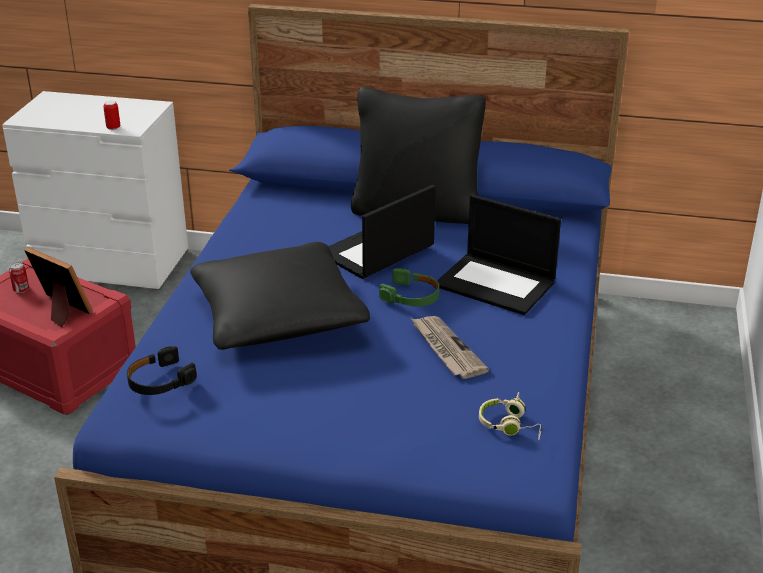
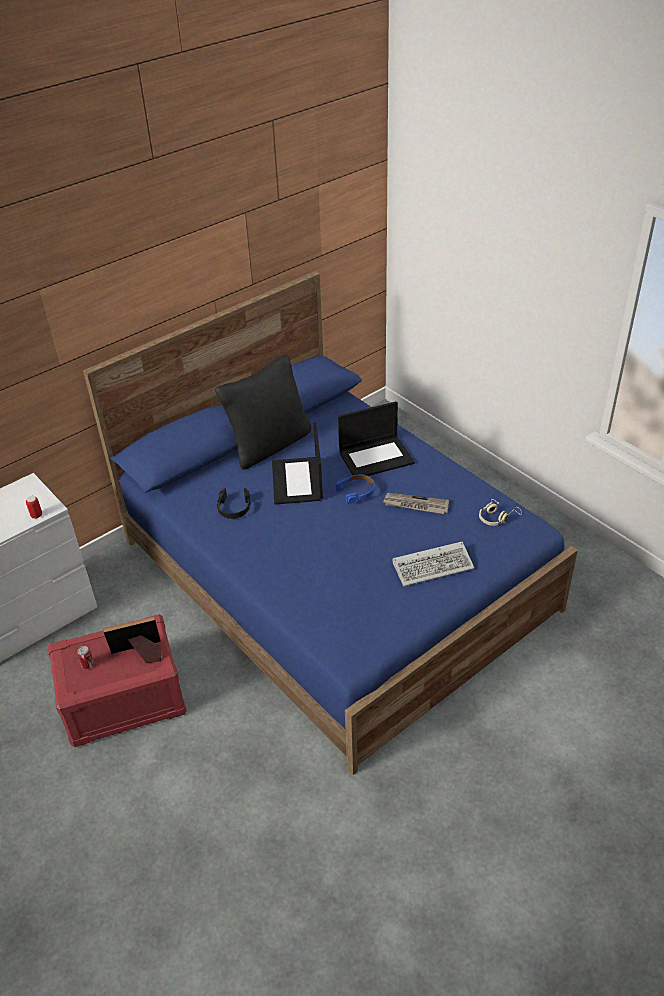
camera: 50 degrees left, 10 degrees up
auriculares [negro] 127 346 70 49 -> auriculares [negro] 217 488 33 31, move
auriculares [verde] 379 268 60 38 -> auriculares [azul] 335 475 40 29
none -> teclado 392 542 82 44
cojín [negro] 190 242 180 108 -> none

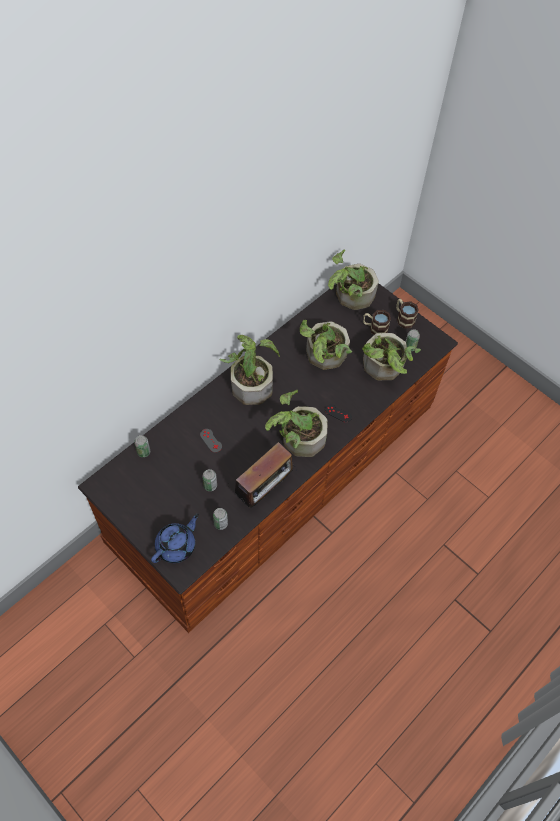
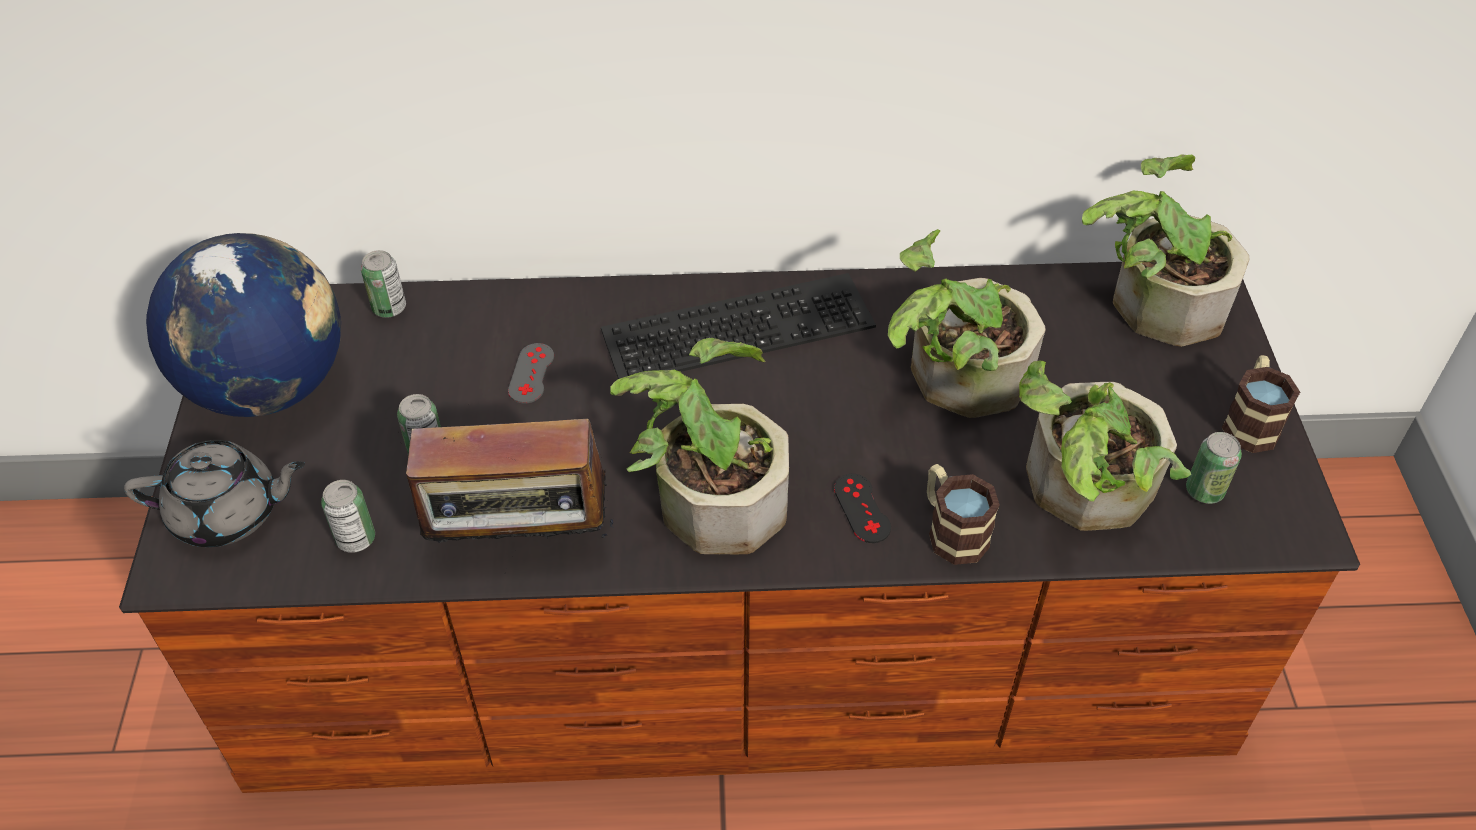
camera: 45 degrees right, 10 degrees down
tetera [azul] 151 514 48 49 -> tetera [gris] 124 440 181 107
none -> globo terráqueo 146 233 195 184
planta en maceta 219 335 61 70 -> teclado 601 273 275 106
taza grande 363 310 28 25 -> taza grande 927 464 73 101, move

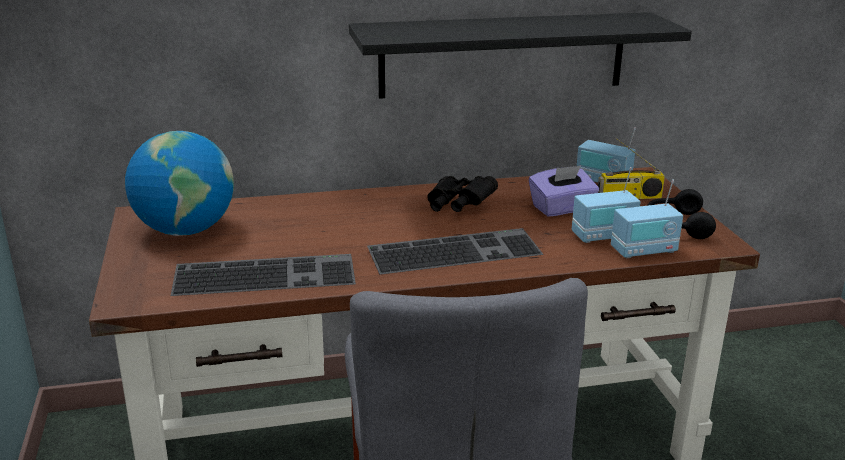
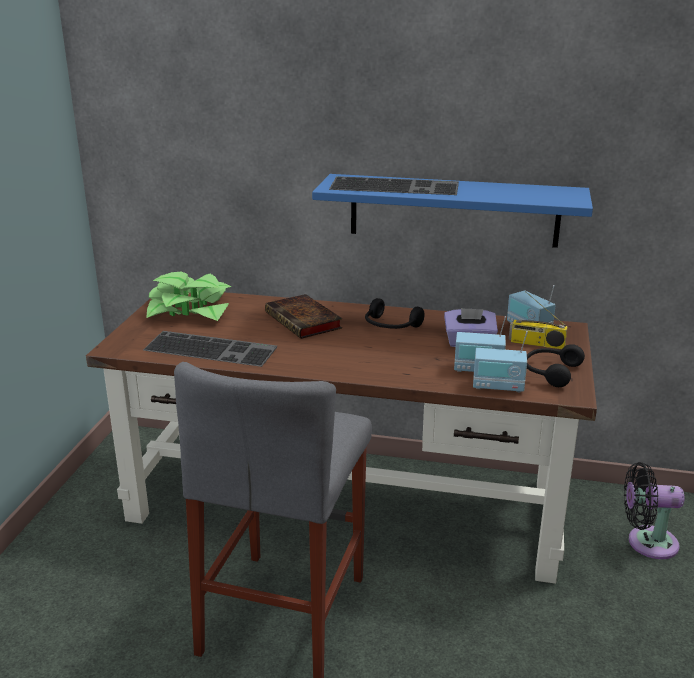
camera: 25 degrees right, 0 degrees up
globo terráqueo 125 131 109 105 -> planta en maceta 147 272 84 49
none -> libro 265 294 77 45
estante [negro] 349 12 343 87 -> estante [azul] 312 174 281 74
teclado 367 228 177 47 -> teclado 329 176 130 19, move
prismáticos [negro] 427 176 71 36 -> auriculares [negro] 365 298 60 31
none -> ventilador [negro] 624 462 61 97

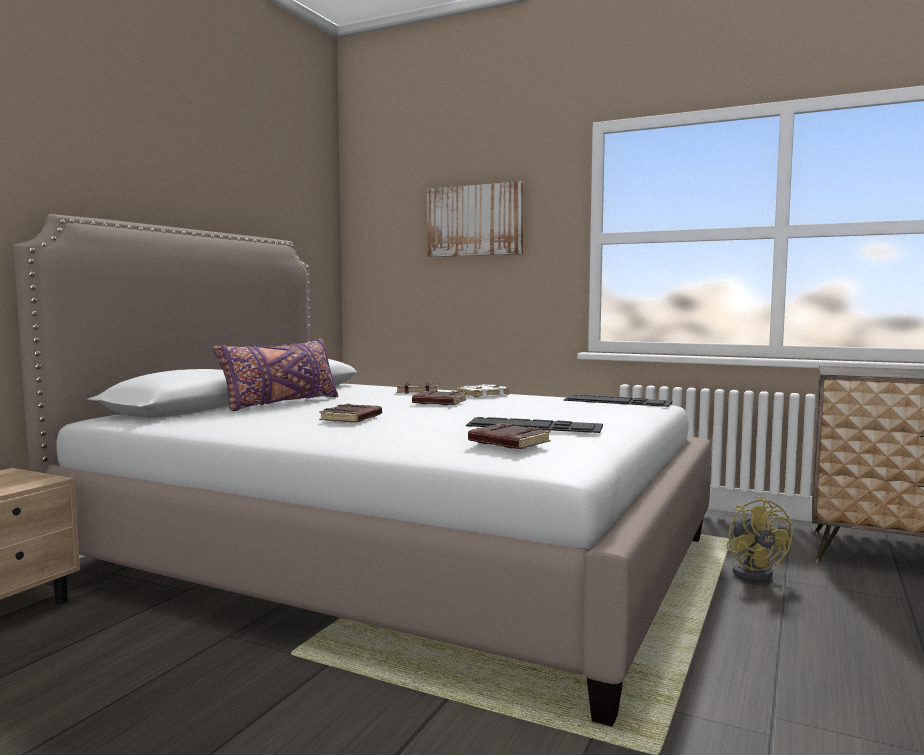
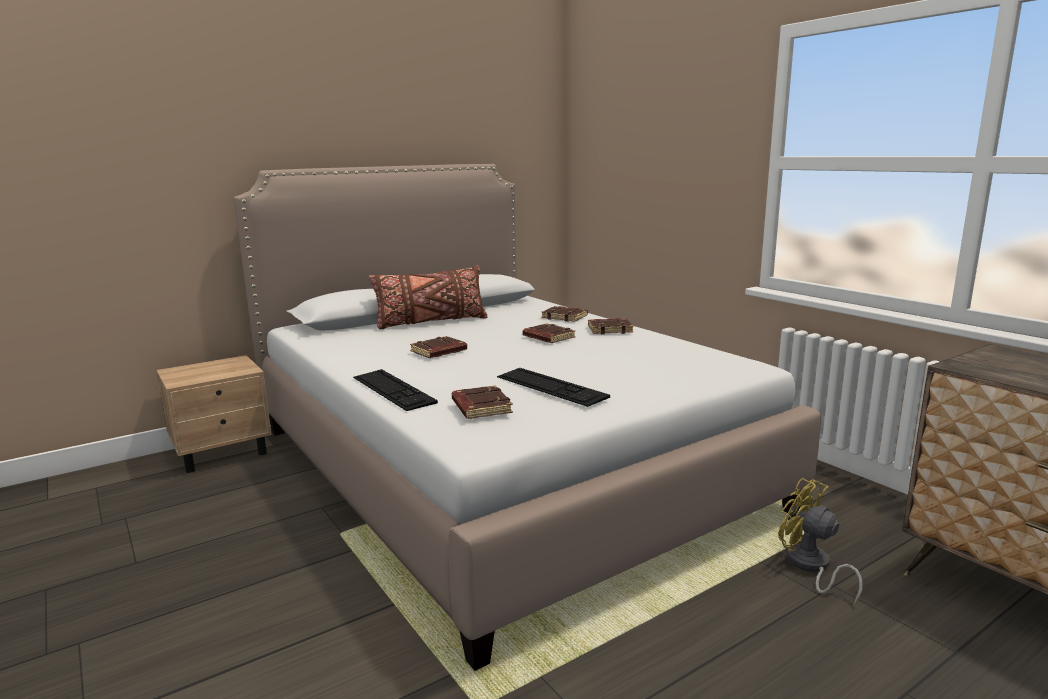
camera: 30 degrees right, 10 degrees up
teclado 563 394 109 13 -> teclado 353 369 85 42, move
cojín [morado] 213 339 125 72 -> cojín [marrón] 369 265 119 64
libro [blanco] 457 384 53 14 -> libro [marrón] 588 318 45 16
ventilador [amarillo] 726 496 66 86 -> ventilador [amarillo] 779 478 83 129, 120 degrees clockwise
cuadro 427 181 97 76 -> none

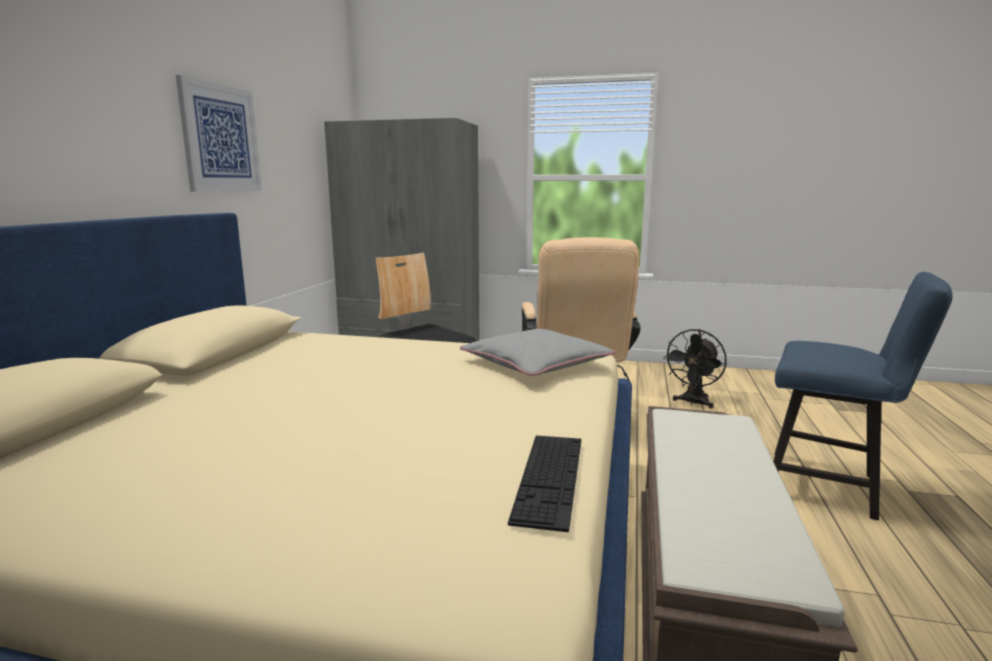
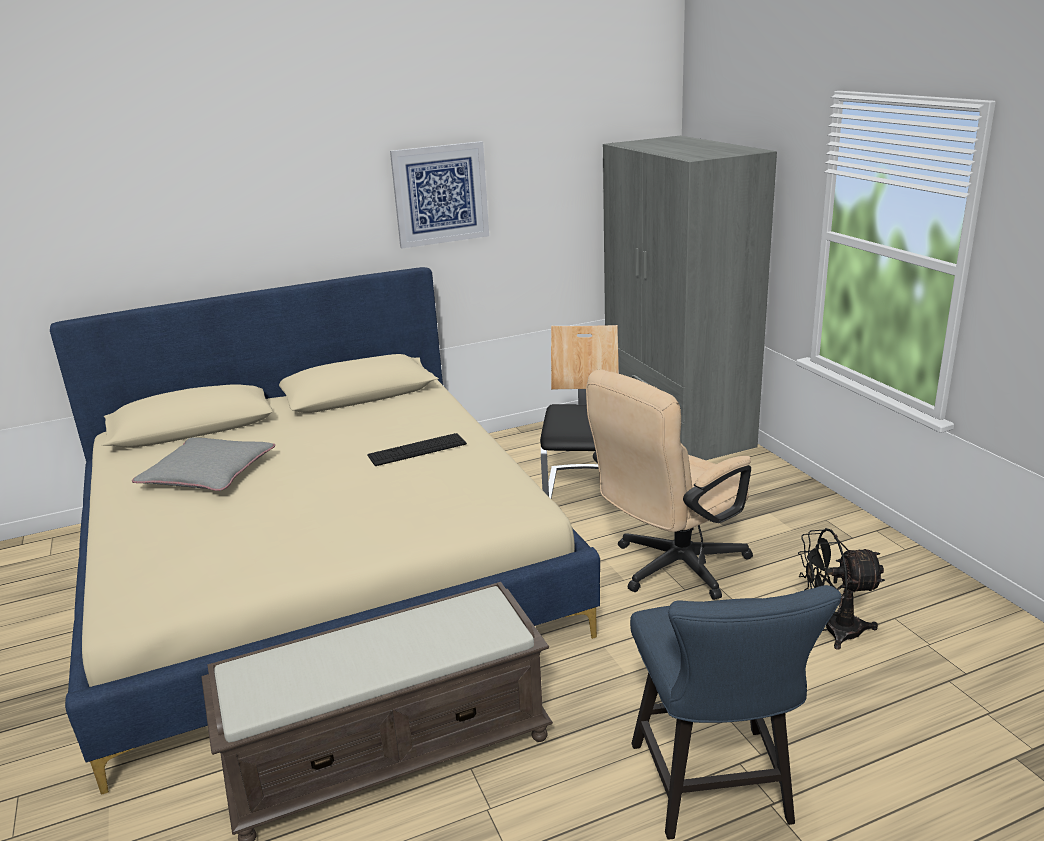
camera: 55 degrees right, 10 degrees up
cojín [gris] 460 329 155 47 -> cojín [gris] 132 437 143 54, move
teclado 508 435 73 97 -> teclado 367 433 100 33, move

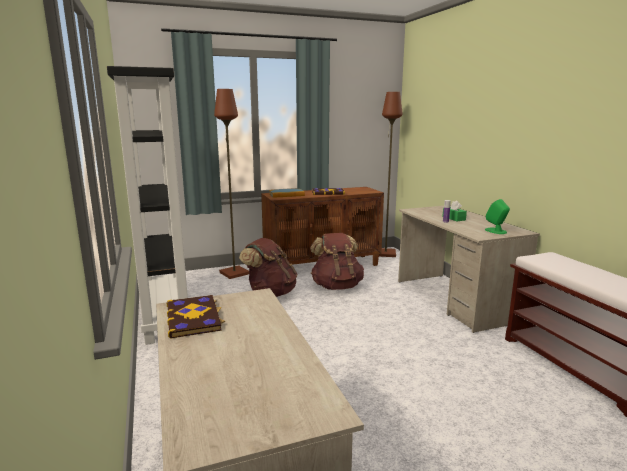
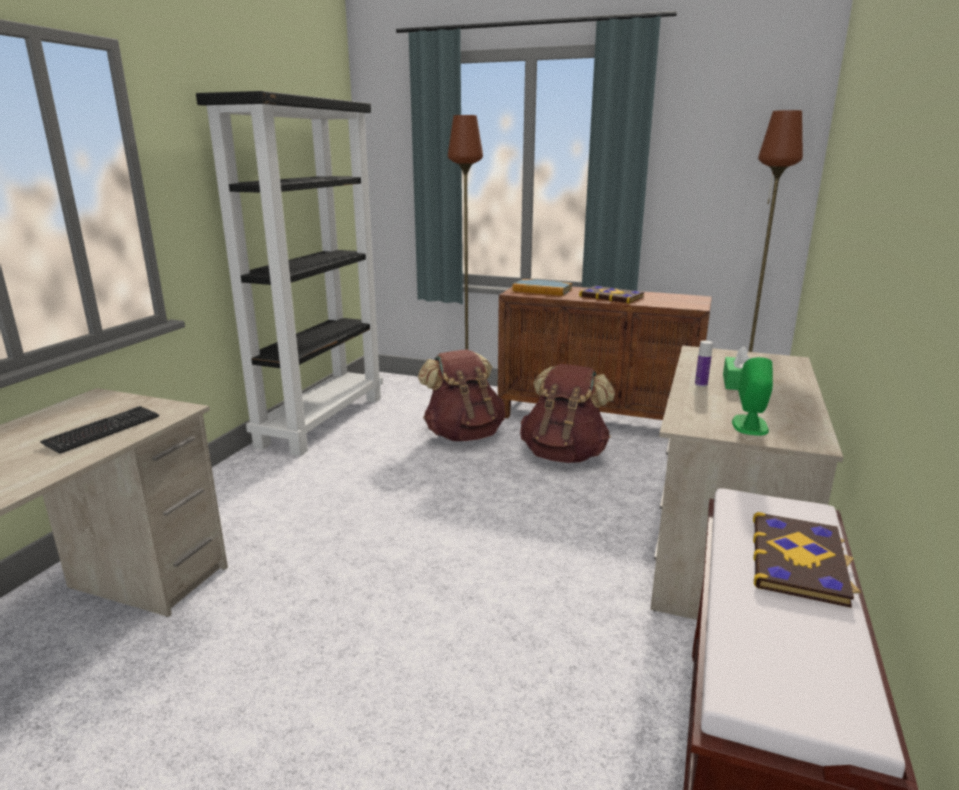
camera: 40 degrees right, 5 degrees up
none -> teclado 40 406 119 48
libro 167 295 58 44 -> libro 753 512 108 96, move

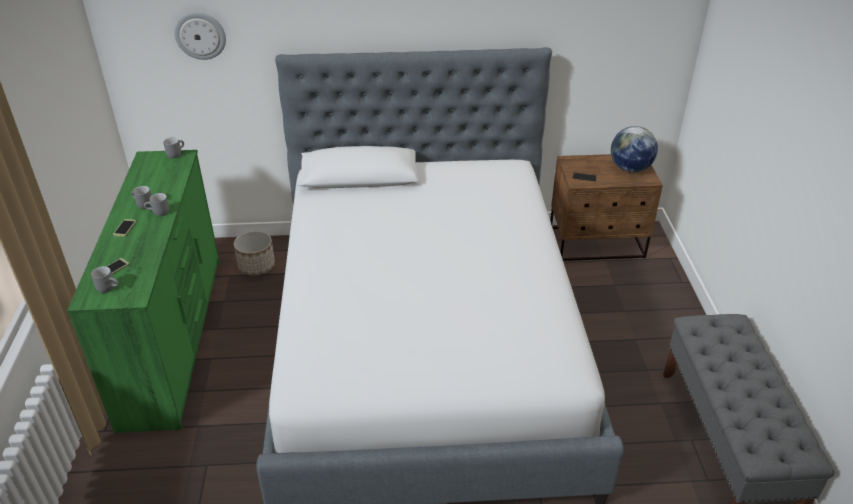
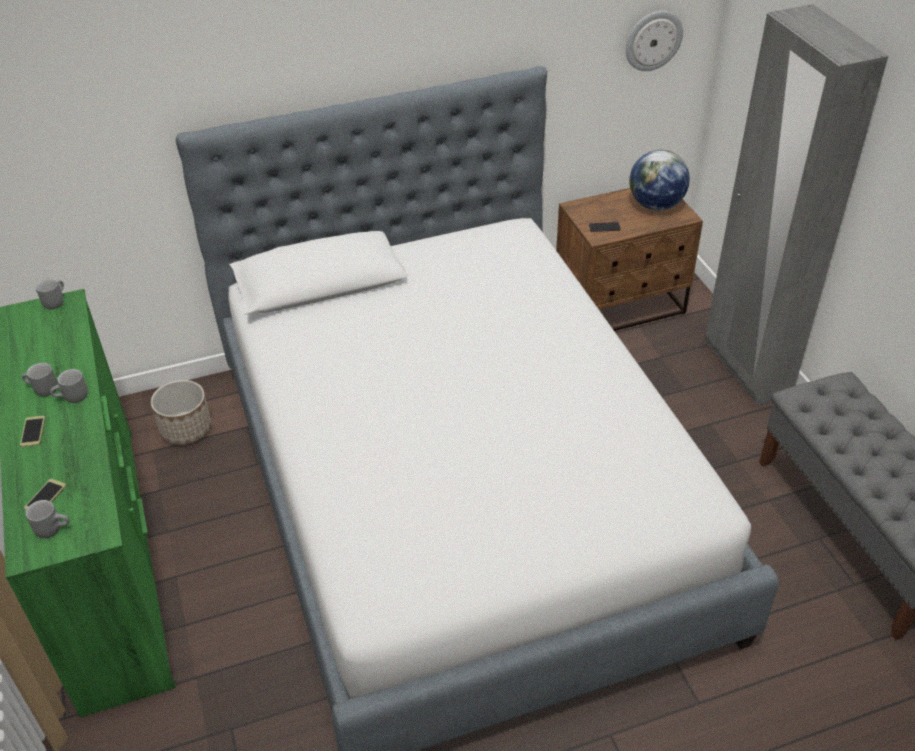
camera: 15 degrees left, 5 degrees up
reloj de pared 174 12 52 48 -> reloj de pared 626 11 57 60, move
none -> armario ropero [gris] 705 4 183 402

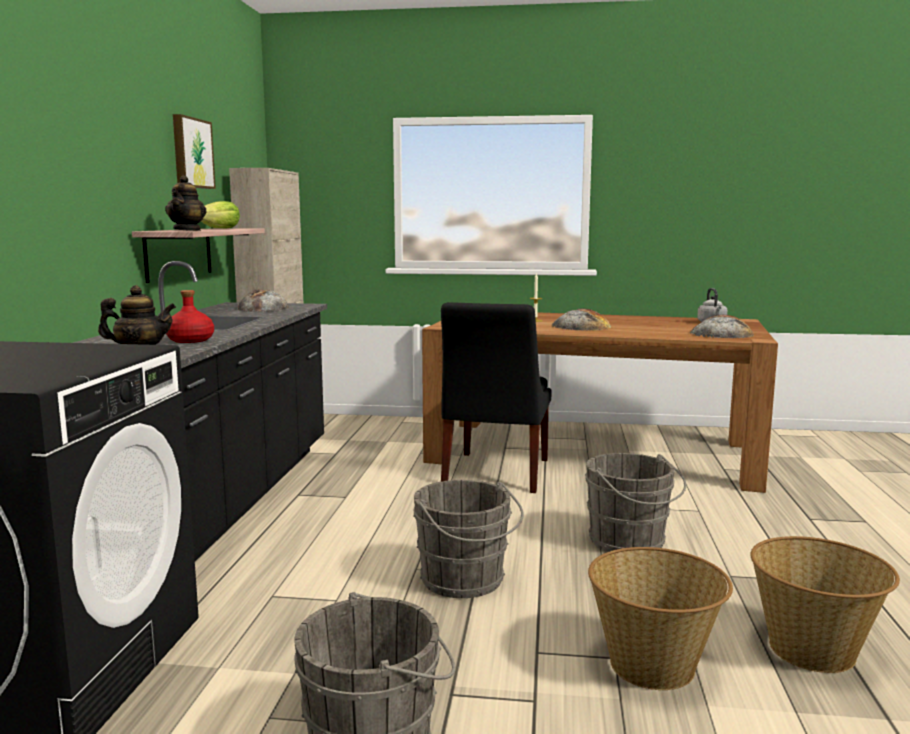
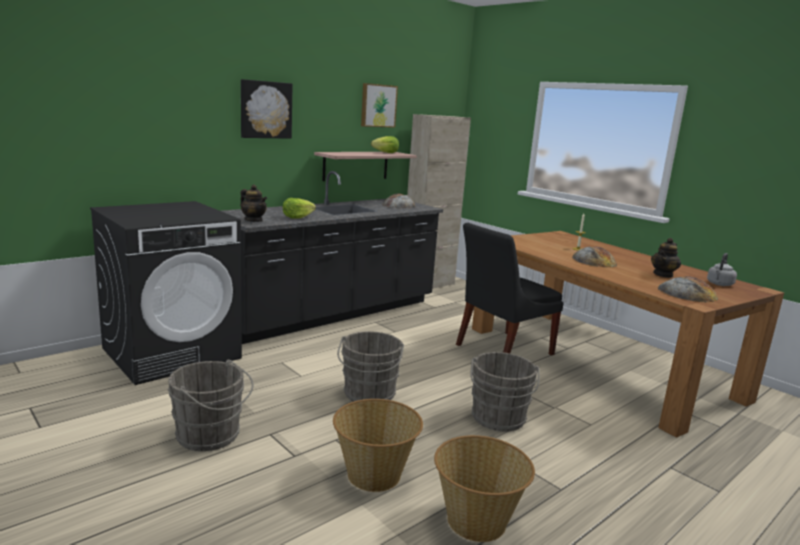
camera: 40 degrees right, 5 degrees up
none -> cuadro 241 79 52 60
botella [rojo] 166 290 48 53 -> lechuga 283 198 33 21
tetera 165 175 42 56 -> tetera 651 238 30 40, move

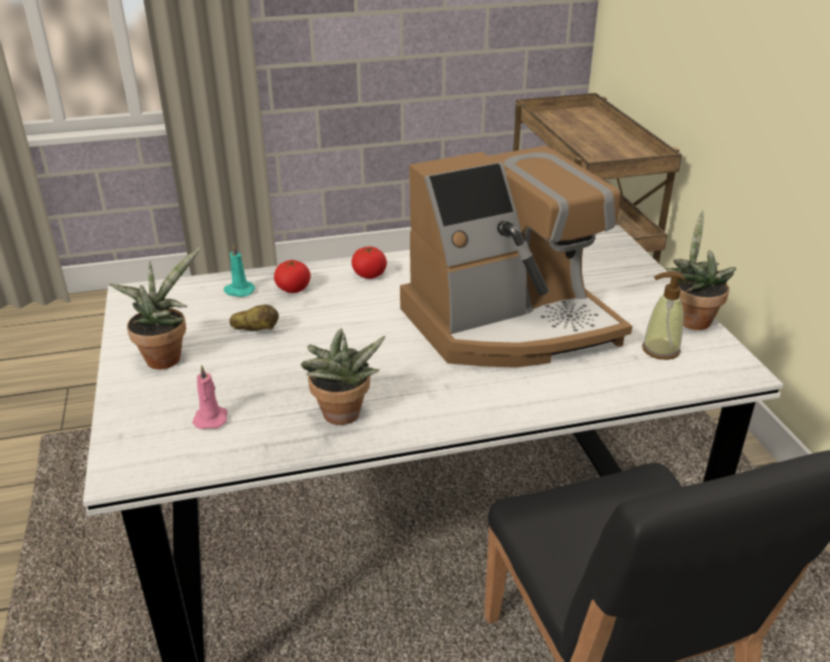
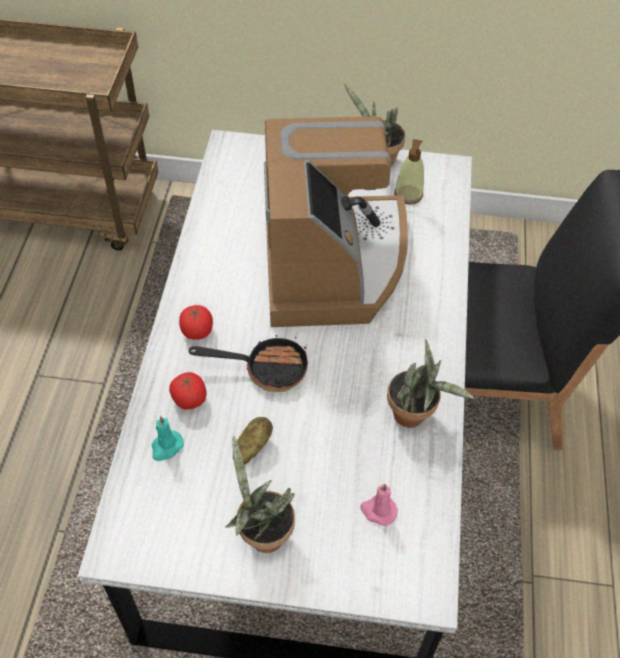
camera: 70 degrees left, 20 degrees up
none -> sartén 189 335 119 57

